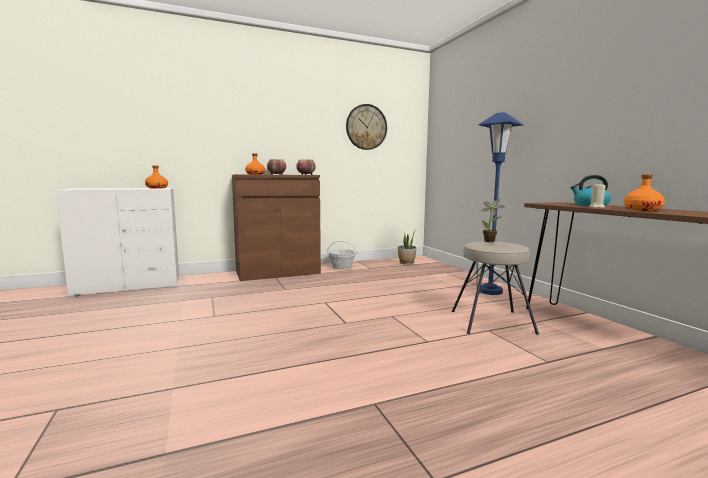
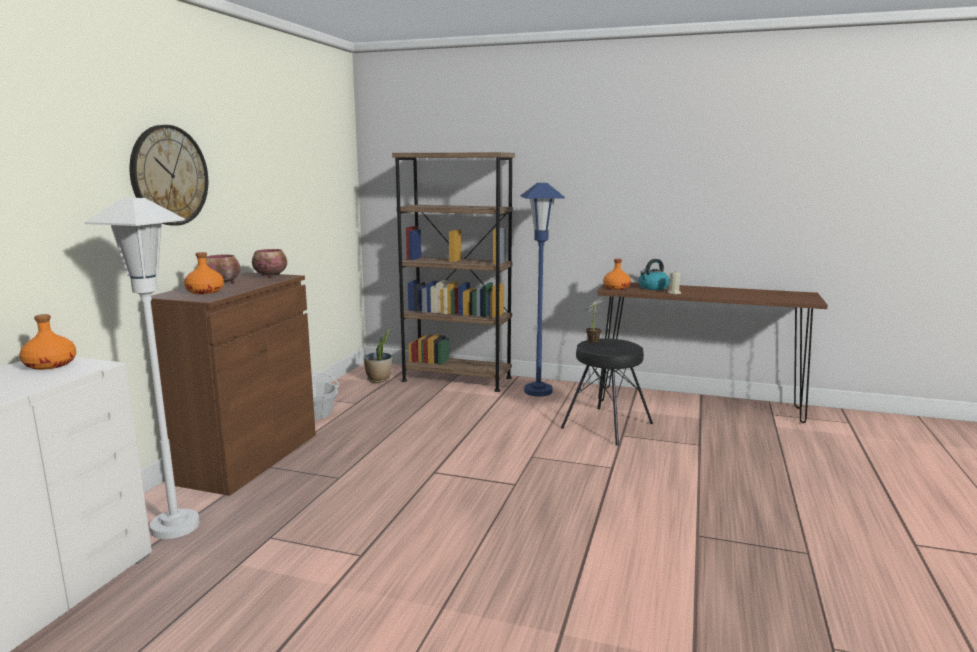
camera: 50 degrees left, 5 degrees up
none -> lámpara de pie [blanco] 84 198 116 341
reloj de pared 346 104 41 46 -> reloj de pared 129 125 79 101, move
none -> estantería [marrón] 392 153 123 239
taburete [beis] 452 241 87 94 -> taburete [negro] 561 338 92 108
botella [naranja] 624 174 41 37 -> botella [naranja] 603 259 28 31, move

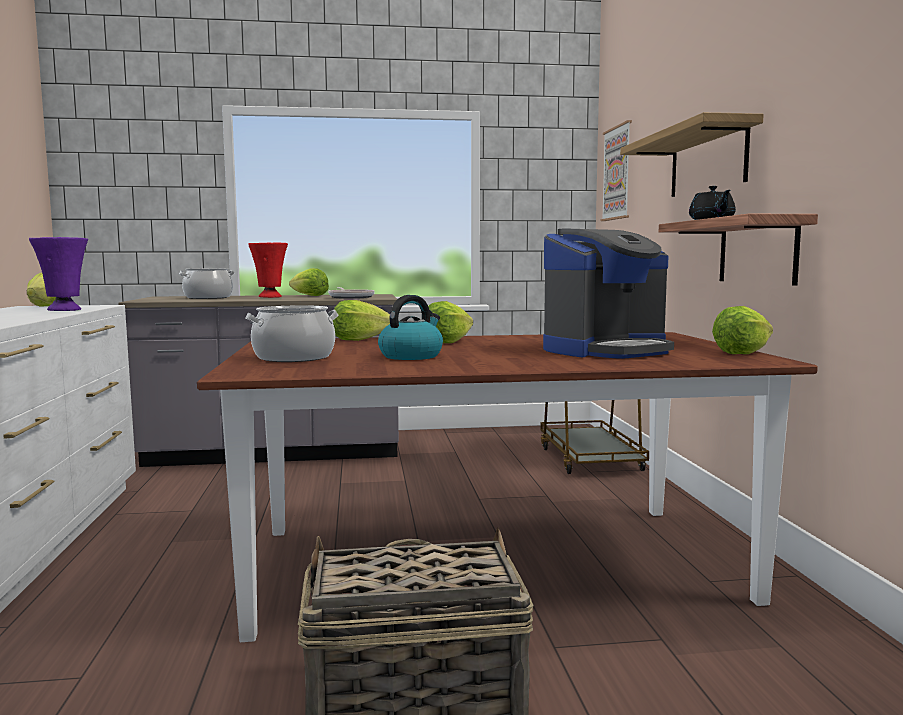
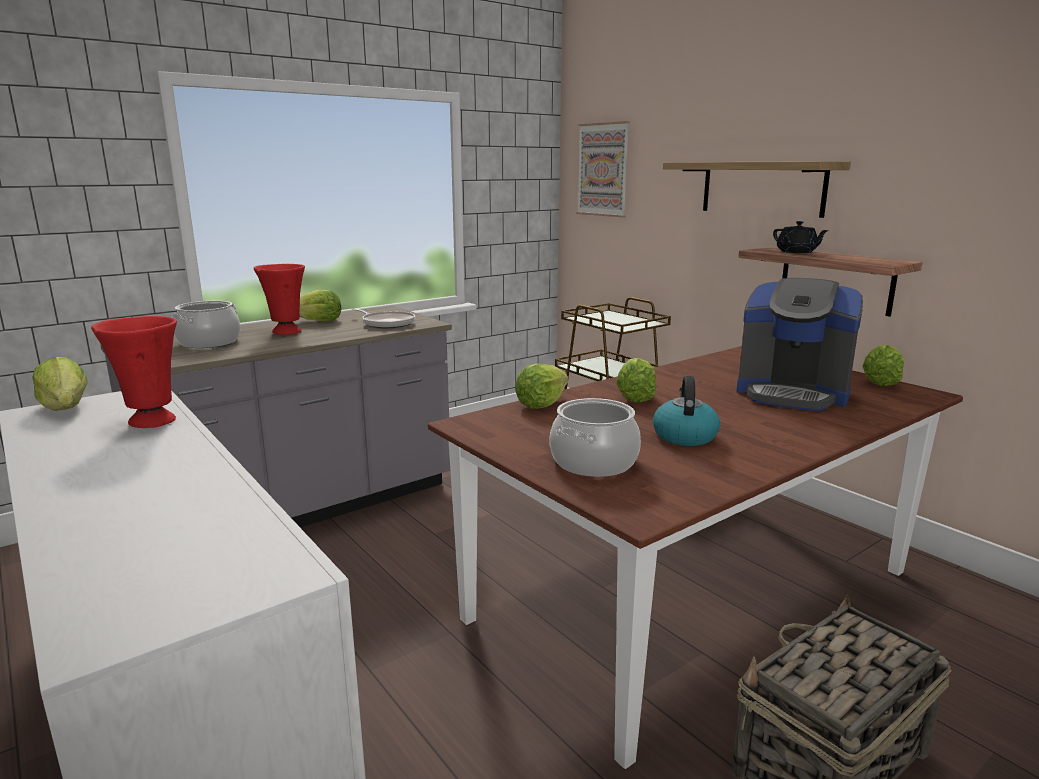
camera: 30 degrees left, 10 degrees up
florero [morado] 29 237 59 74 -> florero [rojo] 91 316 86 112
cafetera 543 229 131 130 -> cafetera 737 278 126 133, 90 degrees clockwise

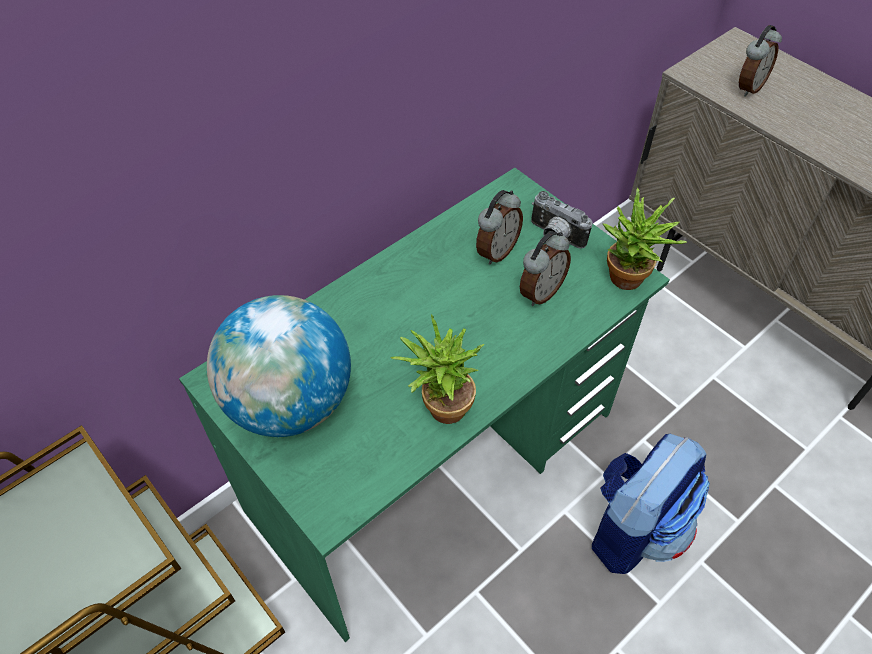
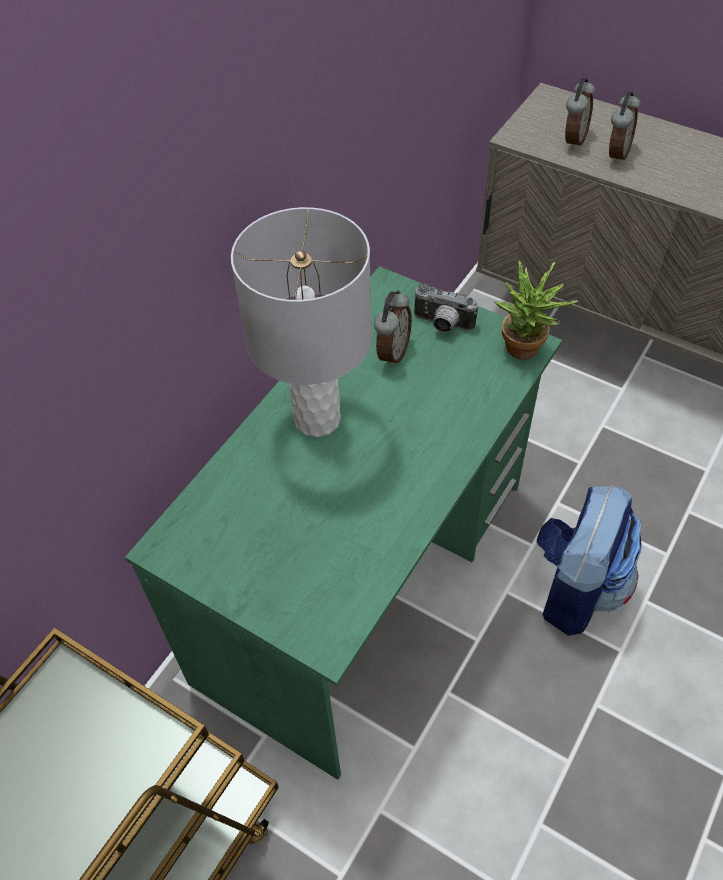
camera: 15 degrees left, 0 degrees up
none -> lámpara de mesa [gris] 231 207 141 230
despertador 520 231 51 75 -> despertador 609 92 32 72, move
globo terráqueo 207 295 144 142 -> none
planta en maceta 390 314 95 110 -> none

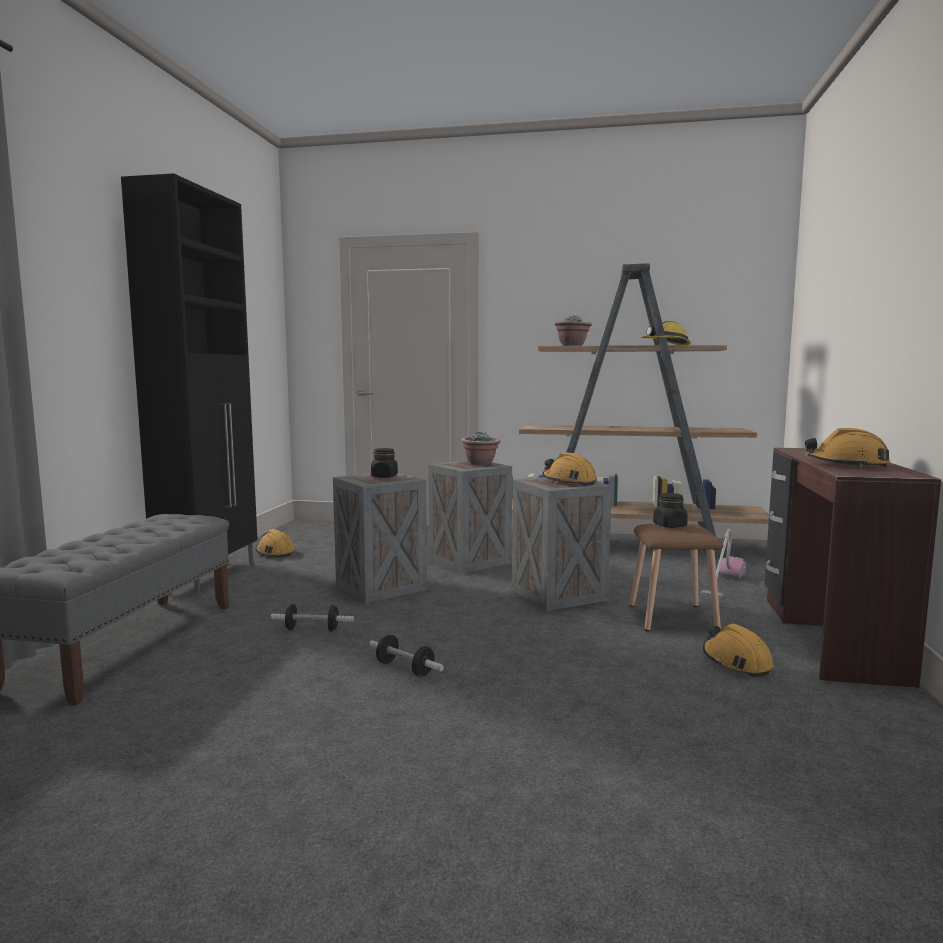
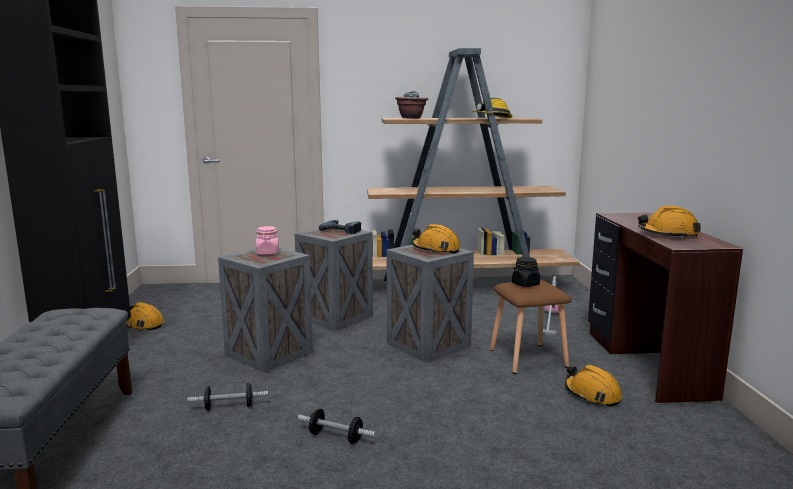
camera: 15 degrees left, 5 degrees up
tarro [negro] 371 448 27 30 -> tarro [rosa] 256 226 23 29
planta en maceta 461 432 40 33 -> taladro 319 220 42 14

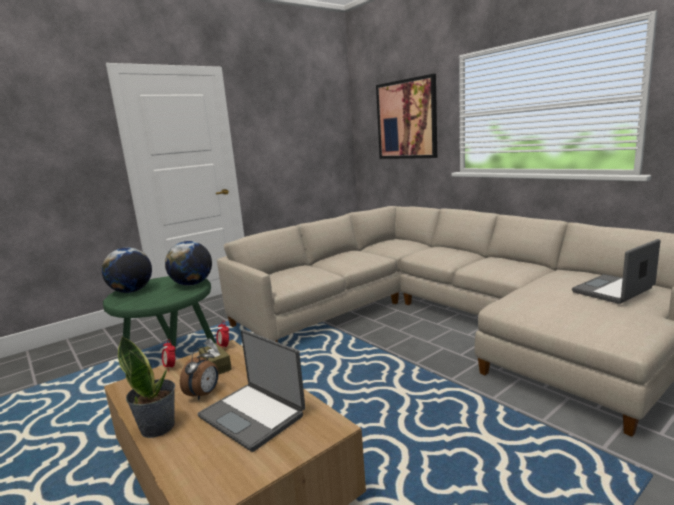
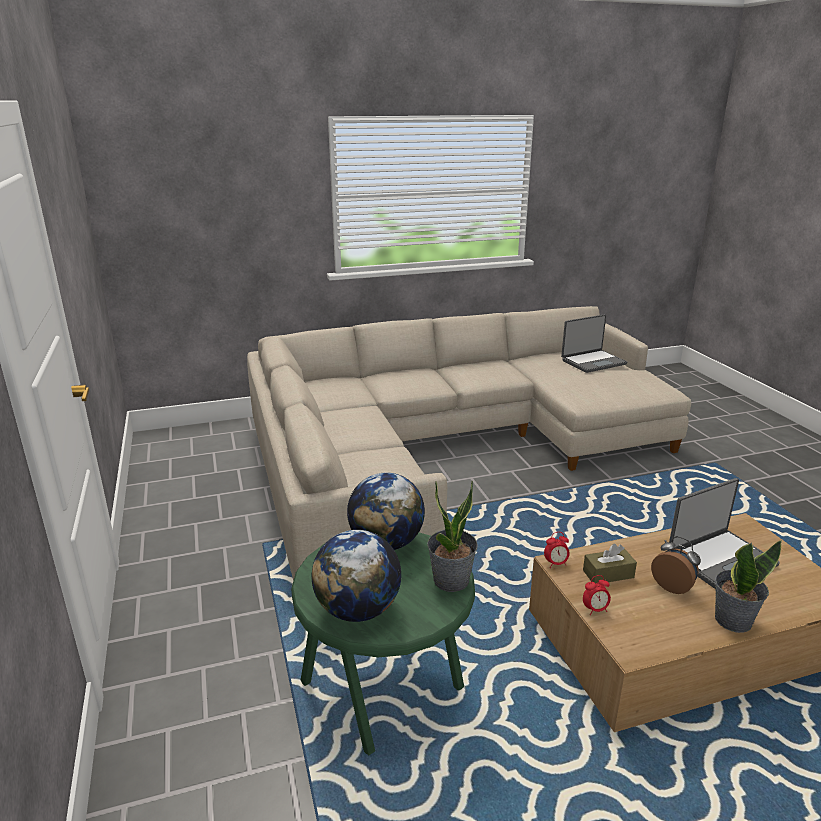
camera: 70 degrees left, 10 degrees up
none -> planta en maceta 427 481 51 111
portátil 572 239 88 65 -> portátil 561 314 66 59, 105 degrees counterclockwise
cuadro 376 74 61 85 -> none

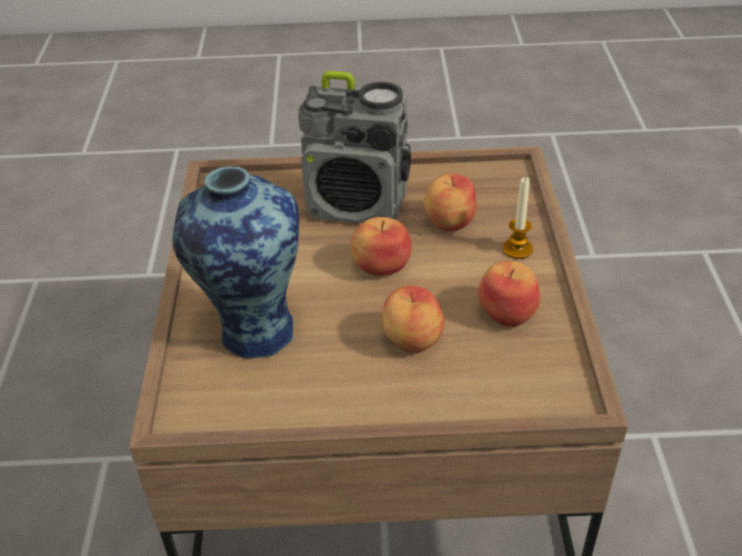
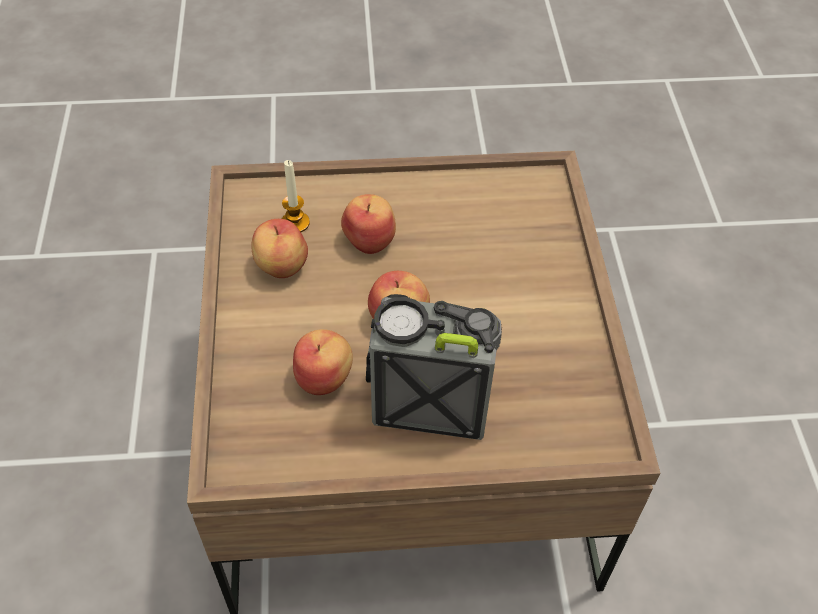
camera: 175 degrees right, 10 degrees up
vela 503 177 30 82 -> vela 282 160 28 72, move
florero 173 166 126 192 -> none

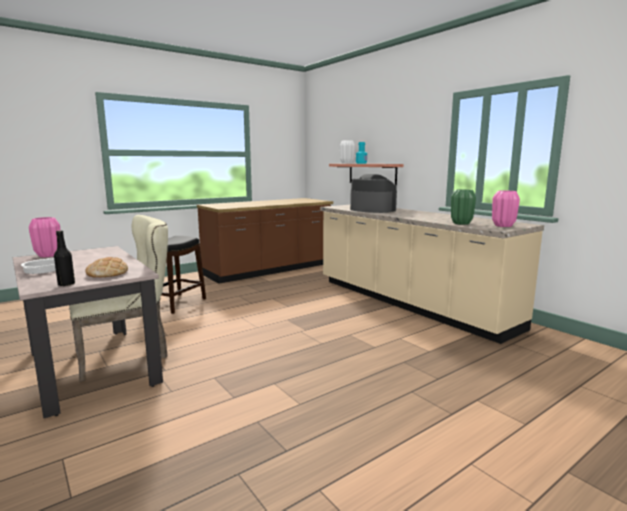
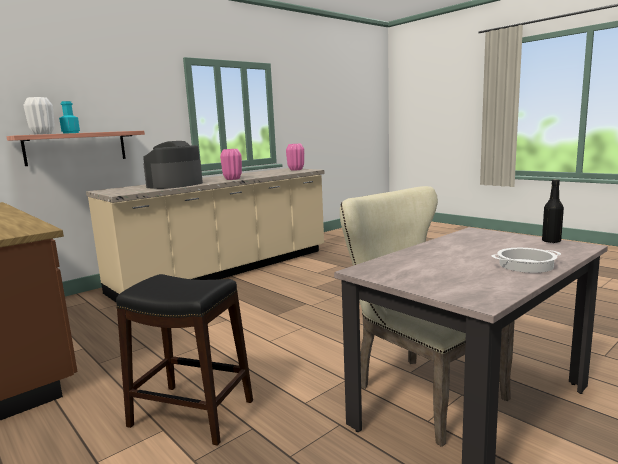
camera: 95 degrees left, 0 degrees up
florero [rosa] 29 217 32 40 -> florero [rosa] 220 149 22 31, move
pan 85 257 43 21 -> none
florero [verde] 451 189 25 36 -> none

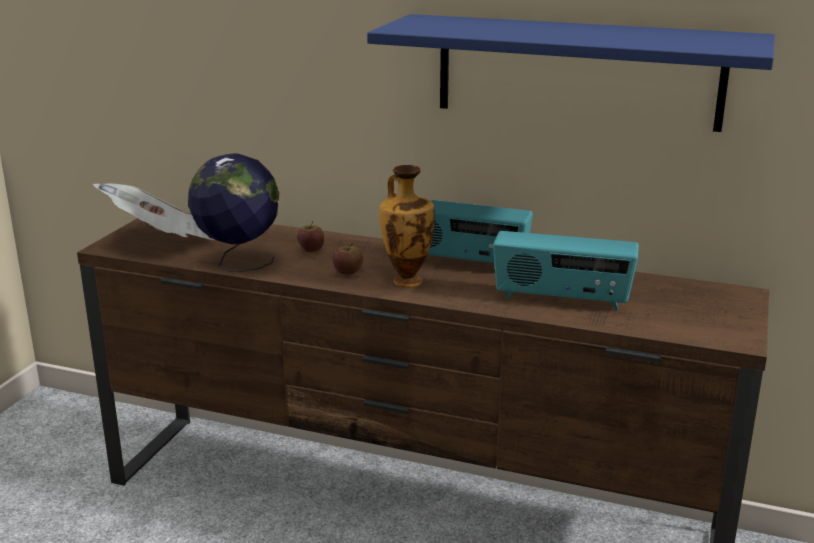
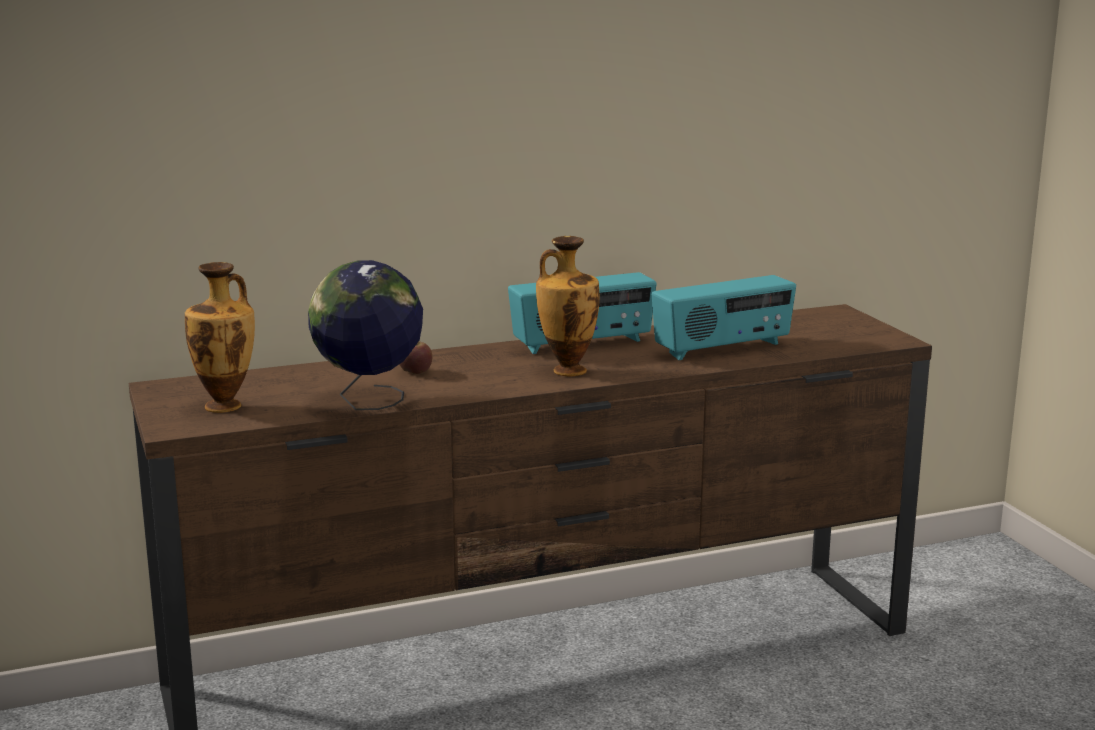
camera: 40 degrees left, 5 degrees down
periódico 93 183 122 57 -> florero 185 262 70 151
manzana 333 243 30 32 -> none
estante [azul] 367 14 408 118 -> none

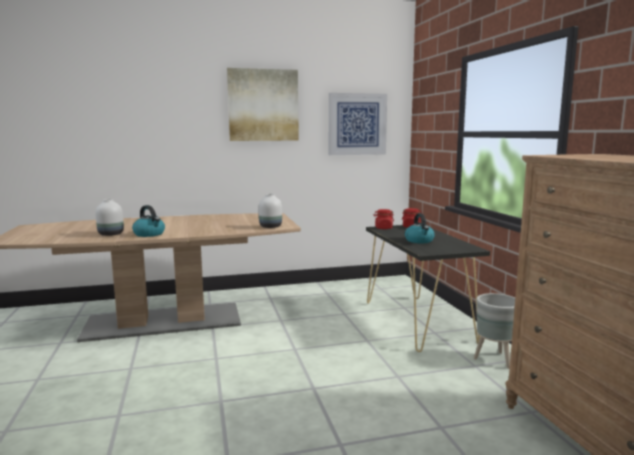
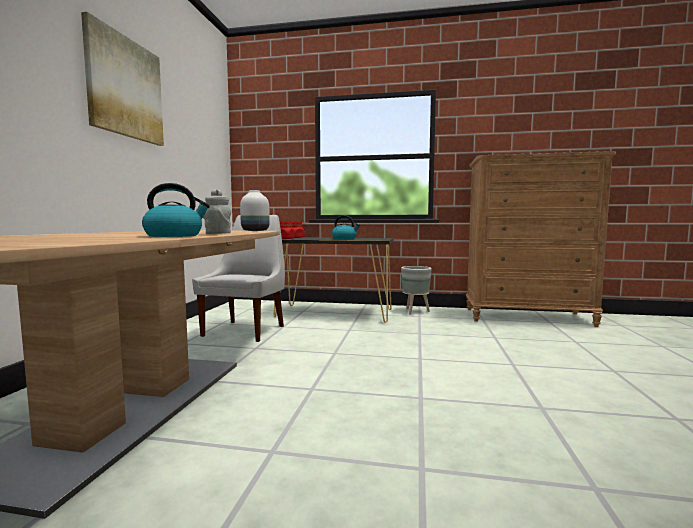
camera: 65 degrees left, 5 degrees down
none -> silla [blanco] 192 215 93 127
none -> tetera [gris] 203 189 28 45
florero [blanco] 95 199 29 37 -> none
cuadro 329 93 58 62 -> none

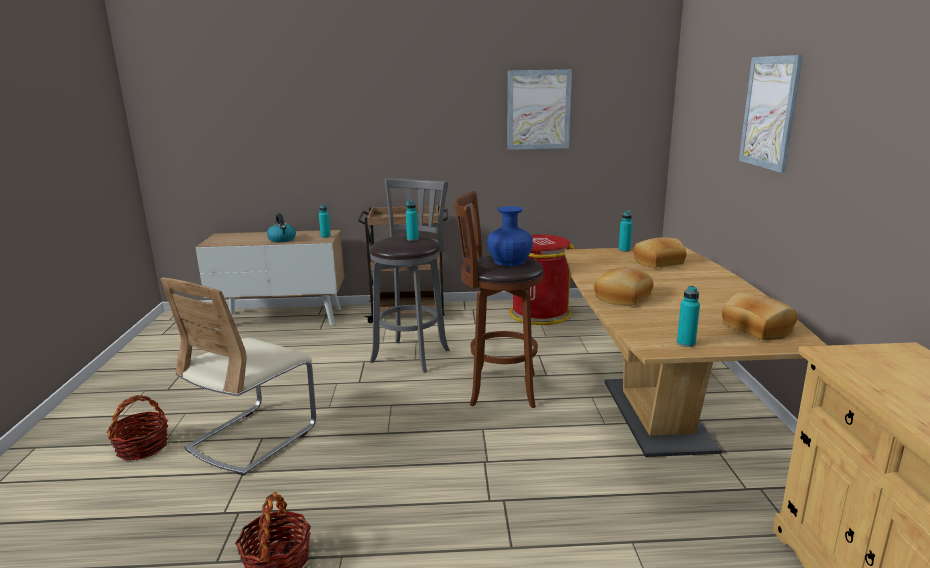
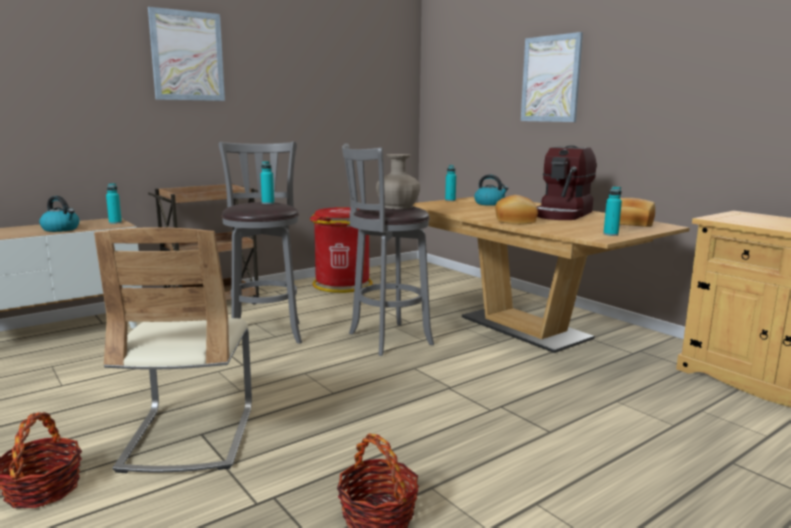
camera: 35 degrees left, 5 degrees down
cuadro 507 69 65 81 -> cuadro 148 7 77 94, move
taburete [marrón] 454 191 90 217 -> taburete [gris] 342 144 92 212
florero [azul] 487 206 46 60 -> florero [beis] 376 154 44 55
pan 634 237 52 31 -> hervidor 474 175 35 31
none -> cafetera 537 145 59 75

